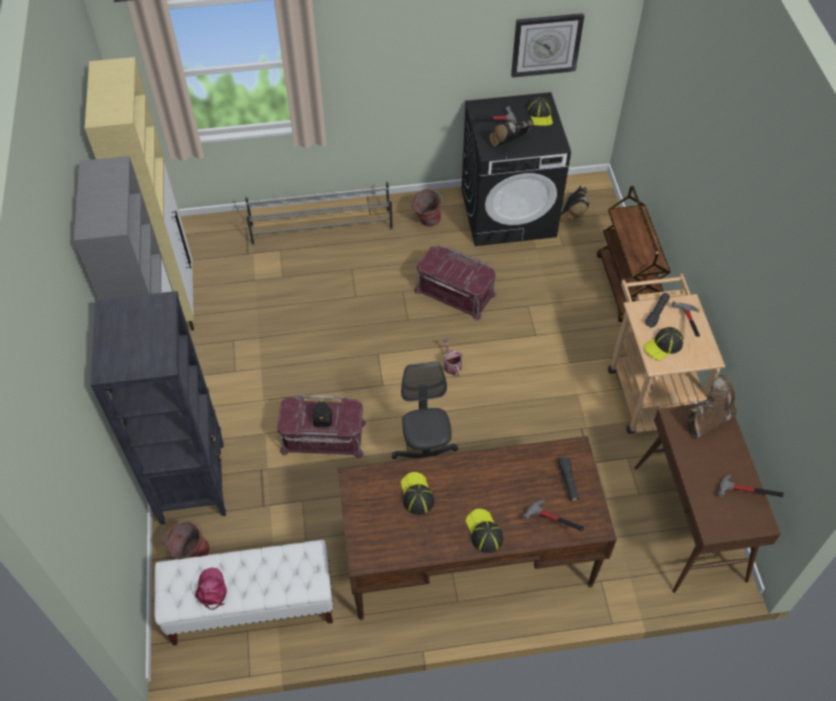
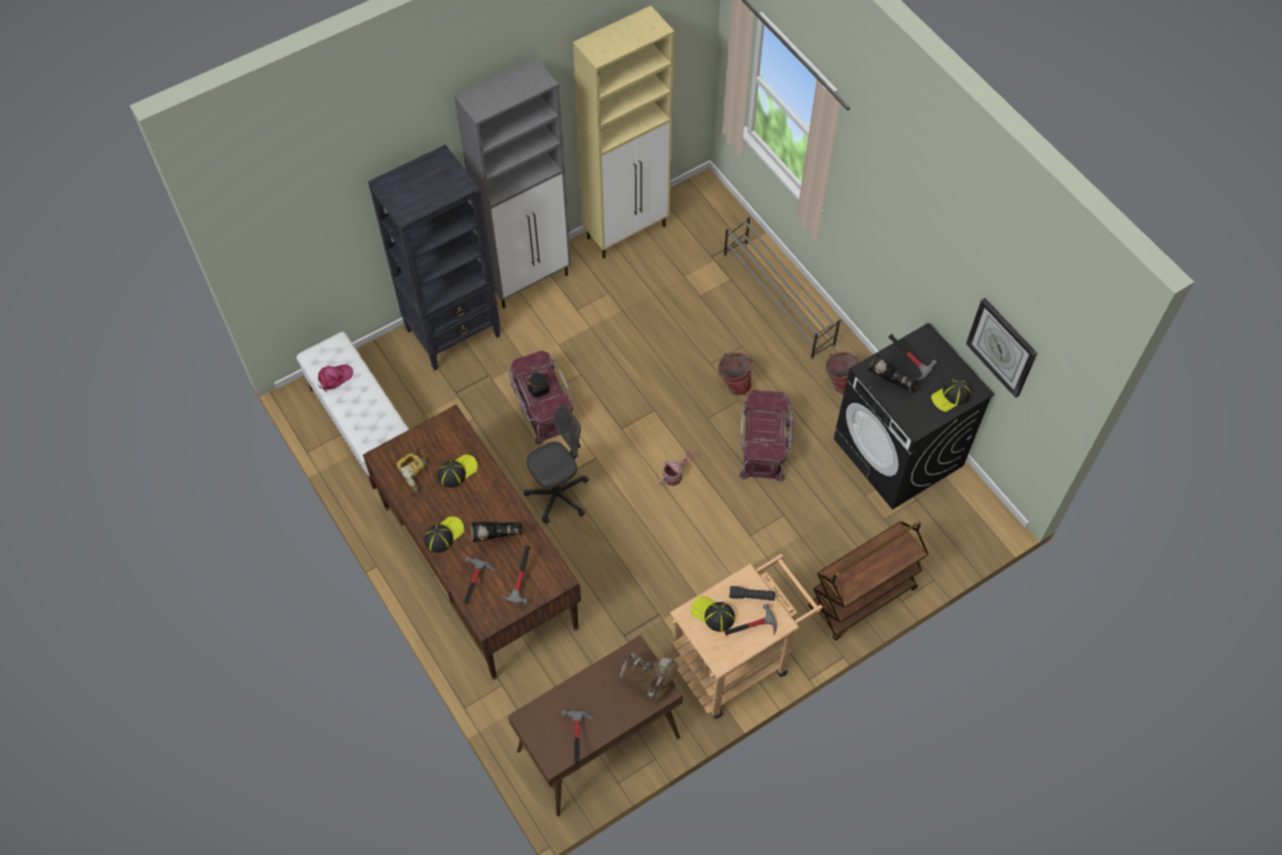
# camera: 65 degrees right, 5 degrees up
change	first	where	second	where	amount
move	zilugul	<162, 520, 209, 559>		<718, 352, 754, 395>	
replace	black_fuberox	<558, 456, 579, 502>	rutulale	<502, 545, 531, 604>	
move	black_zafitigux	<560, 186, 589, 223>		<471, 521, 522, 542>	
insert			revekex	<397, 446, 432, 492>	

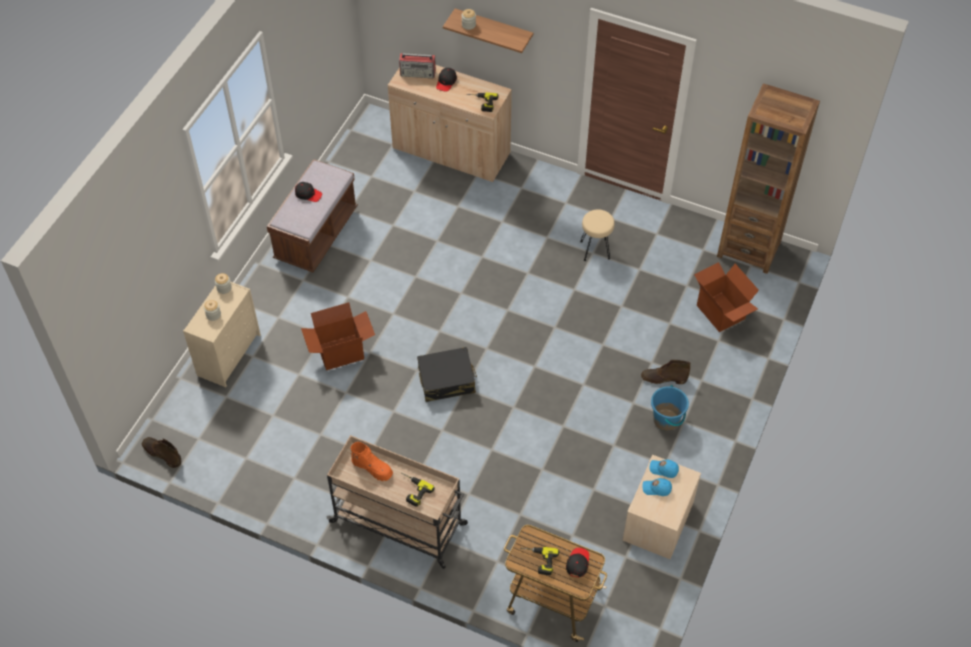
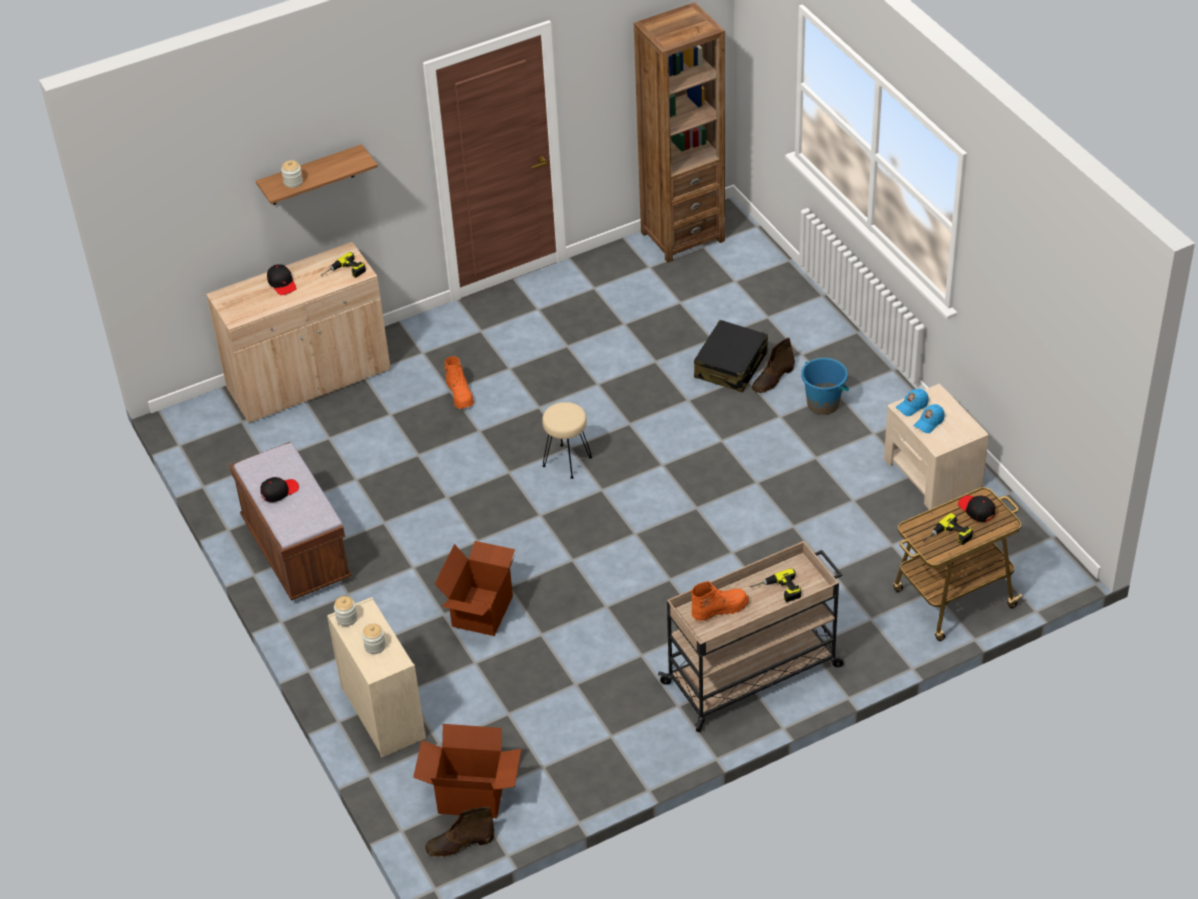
# camera: 50 degrees left, 10 degrees down
change	first	where	second	where	amount
delete	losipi	<399, 53, 436, 78>			
move	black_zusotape	<417, 347, 477, 402>		<694, 320, 768, 392>	
move	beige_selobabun	<580, 210, 615, 261>		<542, 402, 592, 479>	
move	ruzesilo	<694, 262, 759, 332>		<413, 724, 521, 818>	
insert			orange_zafitigux	<444, 356, 474, 409>	

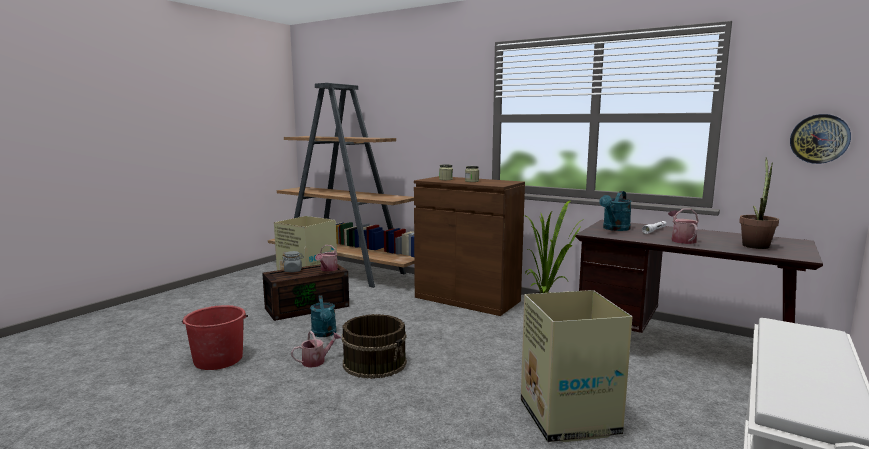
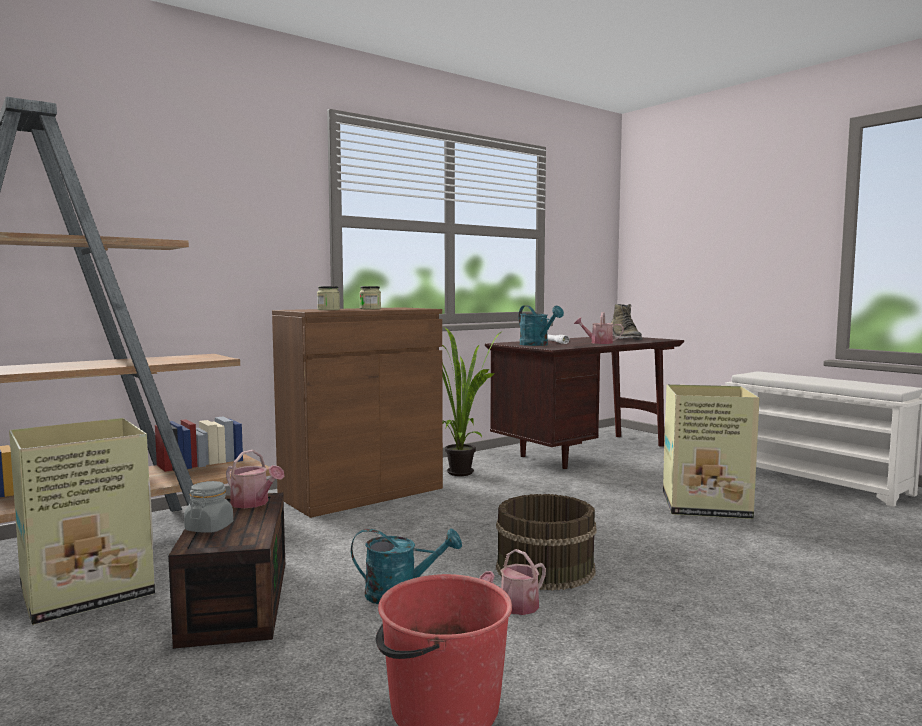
# camera: 70 degrees left, 5 degrees down
change	first	where	second	where	amount
rotate	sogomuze	<291, 331, 341, 368>		<479, 549, 546, 615>	120 degrees counterclockwise
replace	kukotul	<739, 157, 779, 249>	green_zafitigux	<611, 304, 642, 340>	
delete	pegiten	<790, 114, 851, 164>			

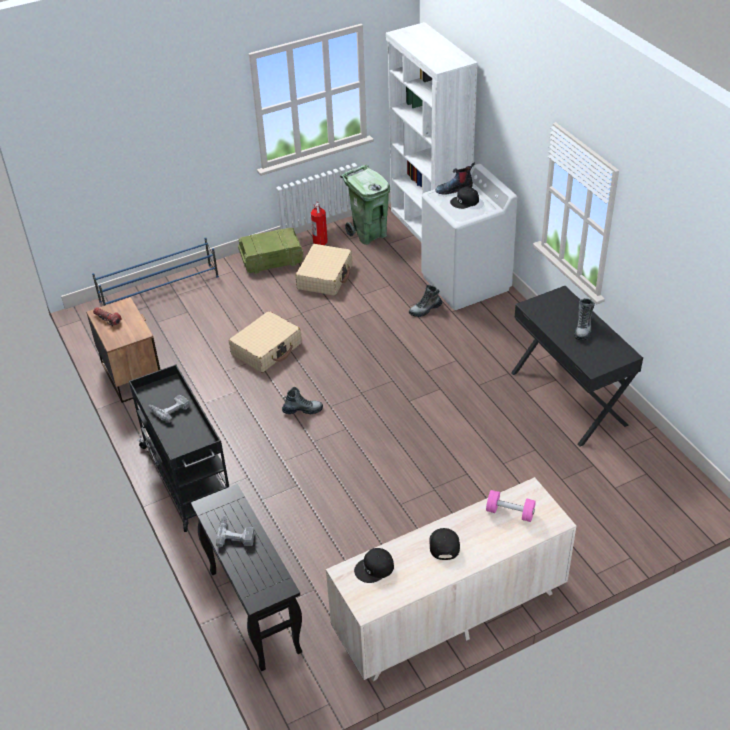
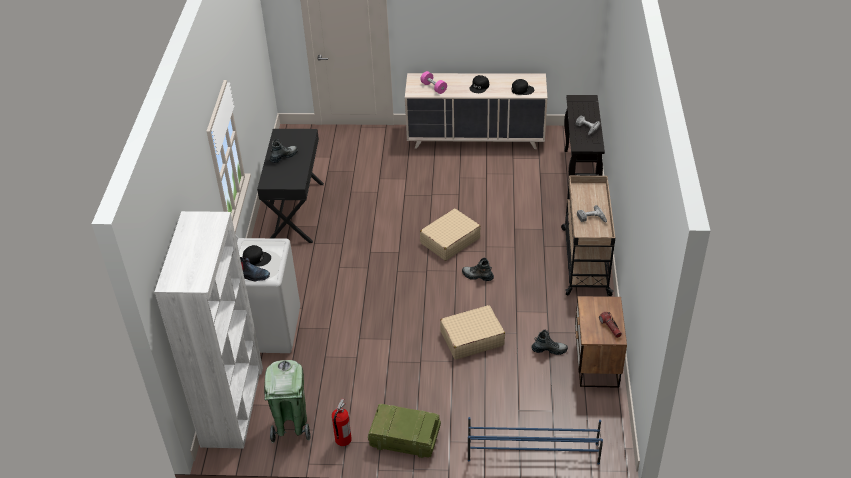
# camera: 150 degrees left, 0 degrees up
change	first	where	second	where	amount
recolor	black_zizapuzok	<129, 365, 229, 532>	beige_zizapuzok	<561, 174, 615, 296>	
move	beige_zusotape	<295, 244, 352, 296>		<420, 209, 481, 261>	
move	zafitigux	<409, 285, 442, 317>		<531, 330, 568, 355>	

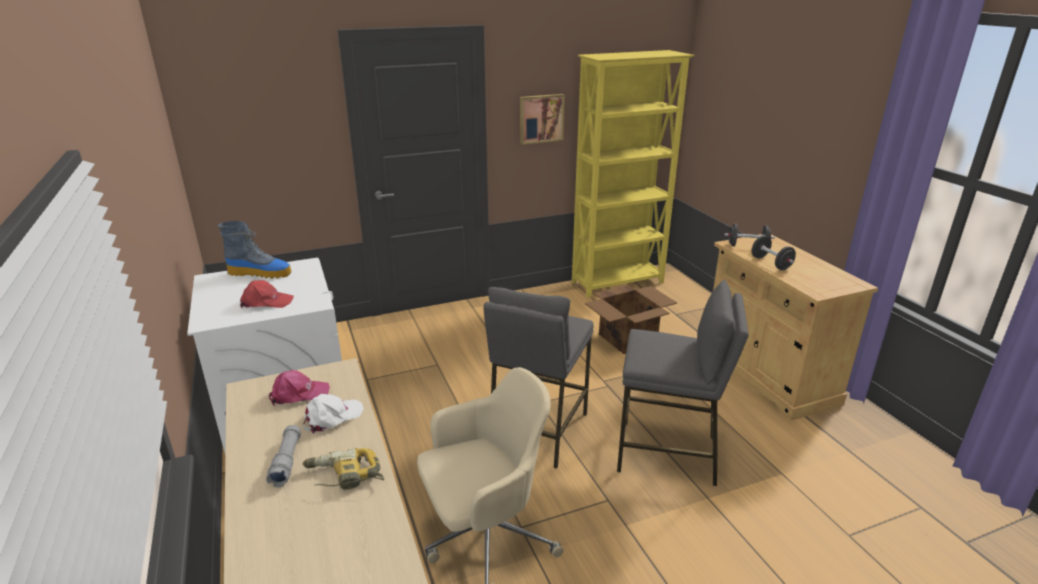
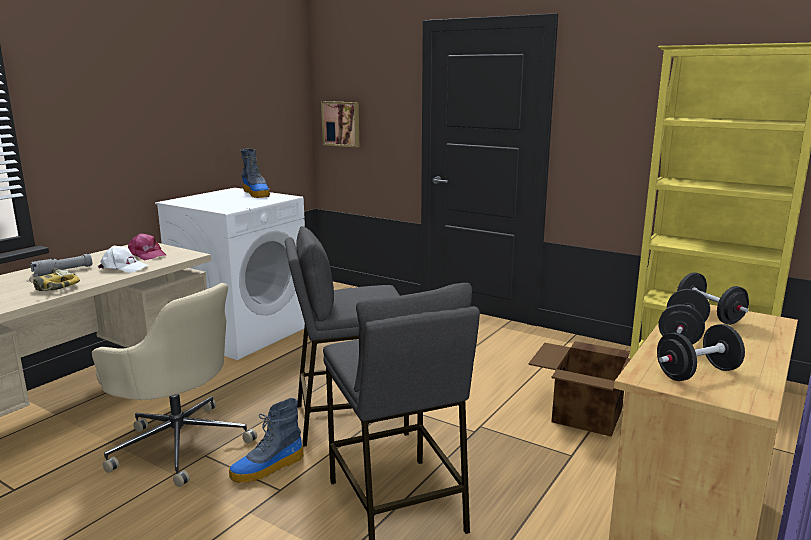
# camera: 55 degrees right, 10 degrees down
change	first	where	second	where	amount
delete	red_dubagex	<240, 280, 294, 308>			
move	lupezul	<520, 94, 565, 145>		<321, 101, 359, 148>	
insert			zafitigux	<229, 398, 304, 483>	
insert			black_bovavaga	<657, 324, 745, 381>	

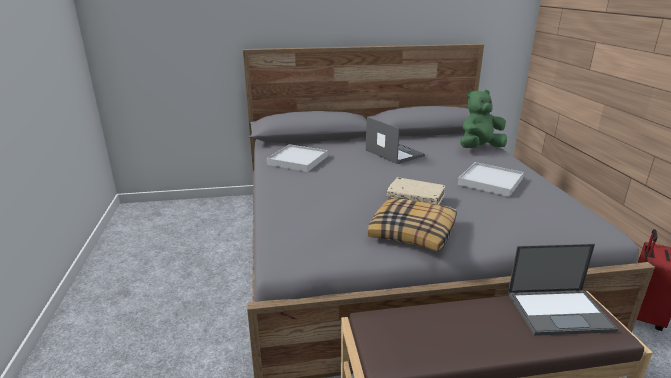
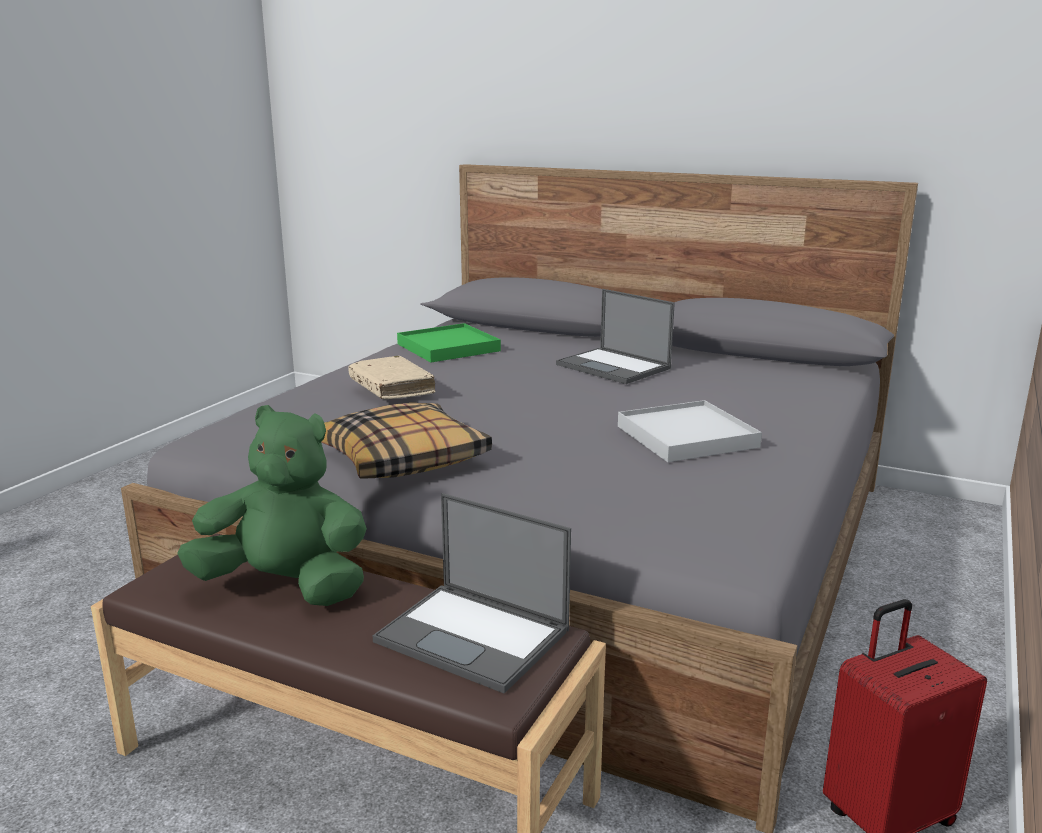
# camera: 35 degrees right, 5 degrees down
change	first	where	second	where	amount
recolor	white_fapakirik	<267, 144, 328, 172>	green_fapakirik	<397, 323, 501, 362>	
rotate	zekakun	<366, 117, 425, 164>		<556, 289, 675, 384>	135 degrees clockwise
move	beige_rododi	<387, 177, 446, 205>		<348, 356, 435, 399>	
move	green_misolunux	<460, 90, 507, 148>		<177, 405, 367, 606>	

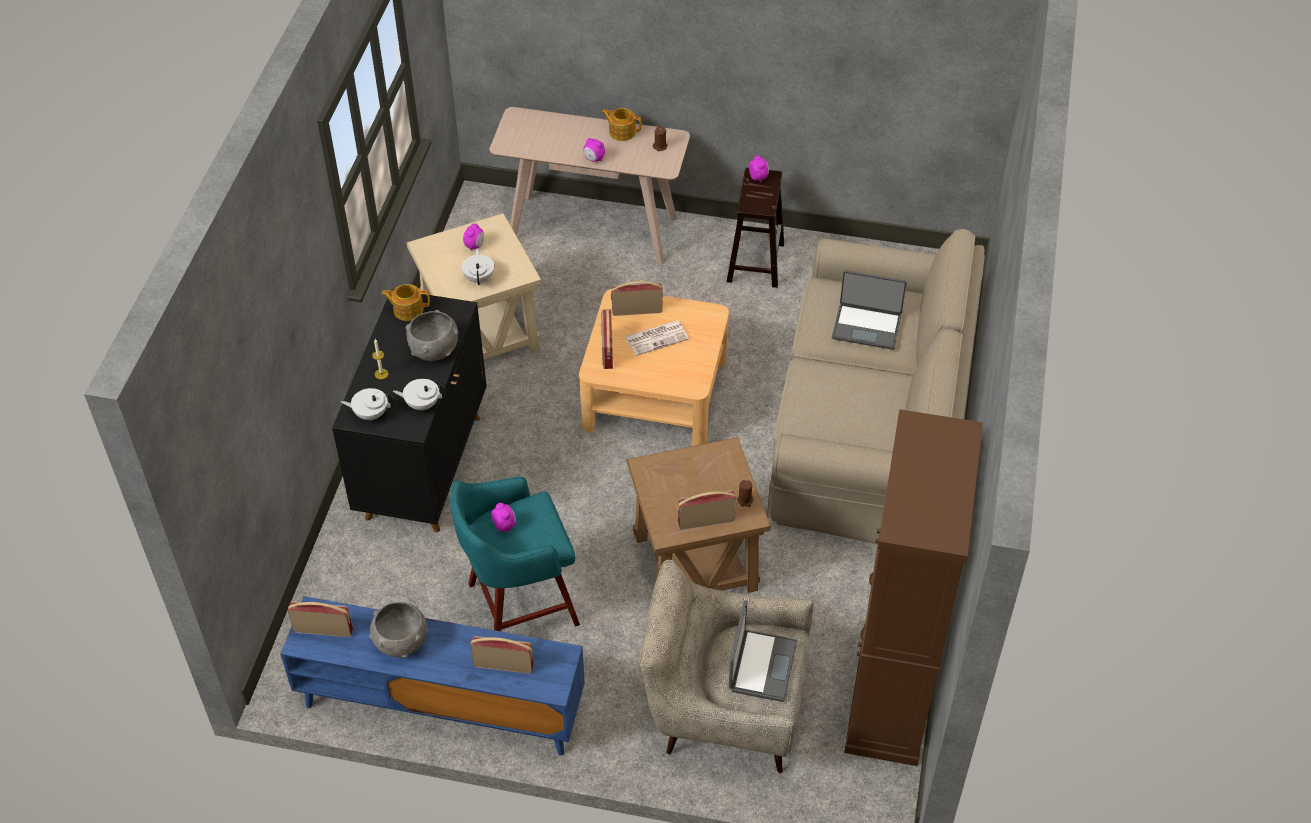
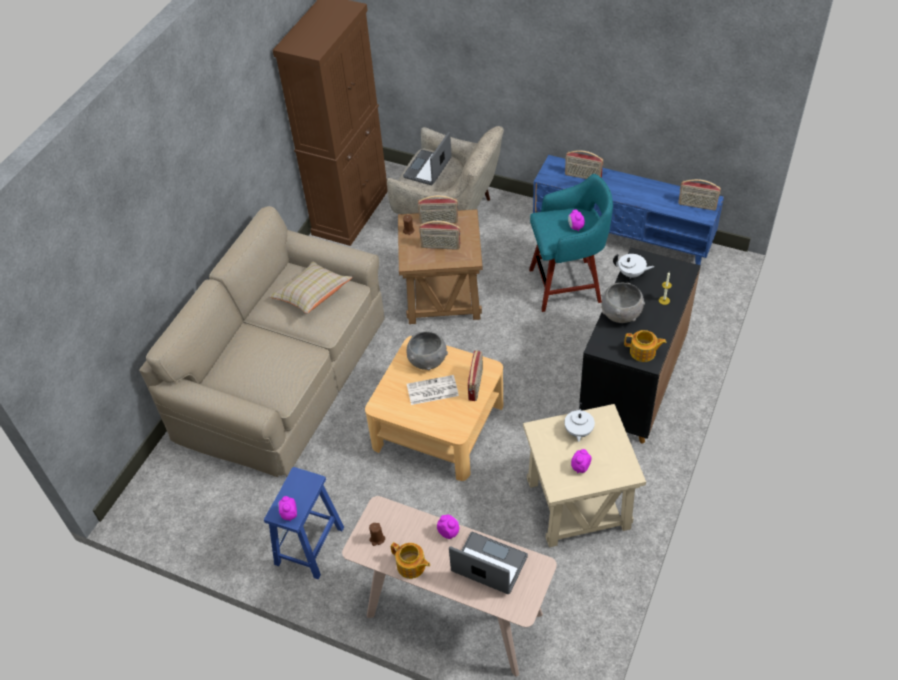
# camera: 165 degrees left, 0 degrees up
change	first	where	second	where	amount
delete	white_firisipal	<341, 388, 395, 421>			
move	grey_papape	<369, 602, 428, 658>		<407, 331, 448, 370>	
move	losipi	<611, 281, 663, 316>		<419, 221, 460, 250>	
recolor	brown_selobabun	<727, 168, 784, 288>	blue_selobabun	<264, 467, 344, 580>	
move	zekakun	<832, 270, 907, 350>		<449, 532, 528, 594>	
insert			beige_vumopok	<269, 261, 352, 314>	

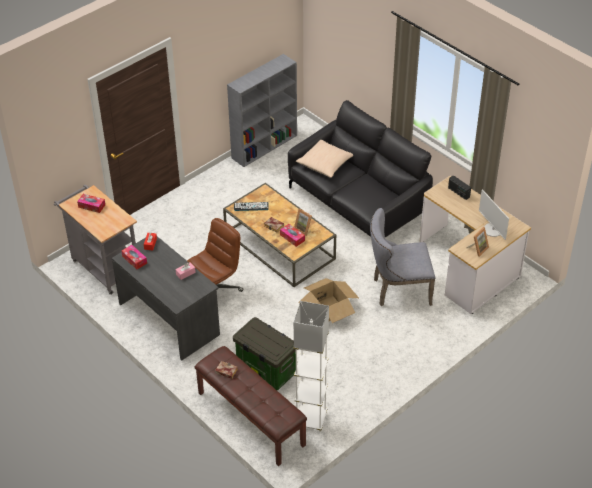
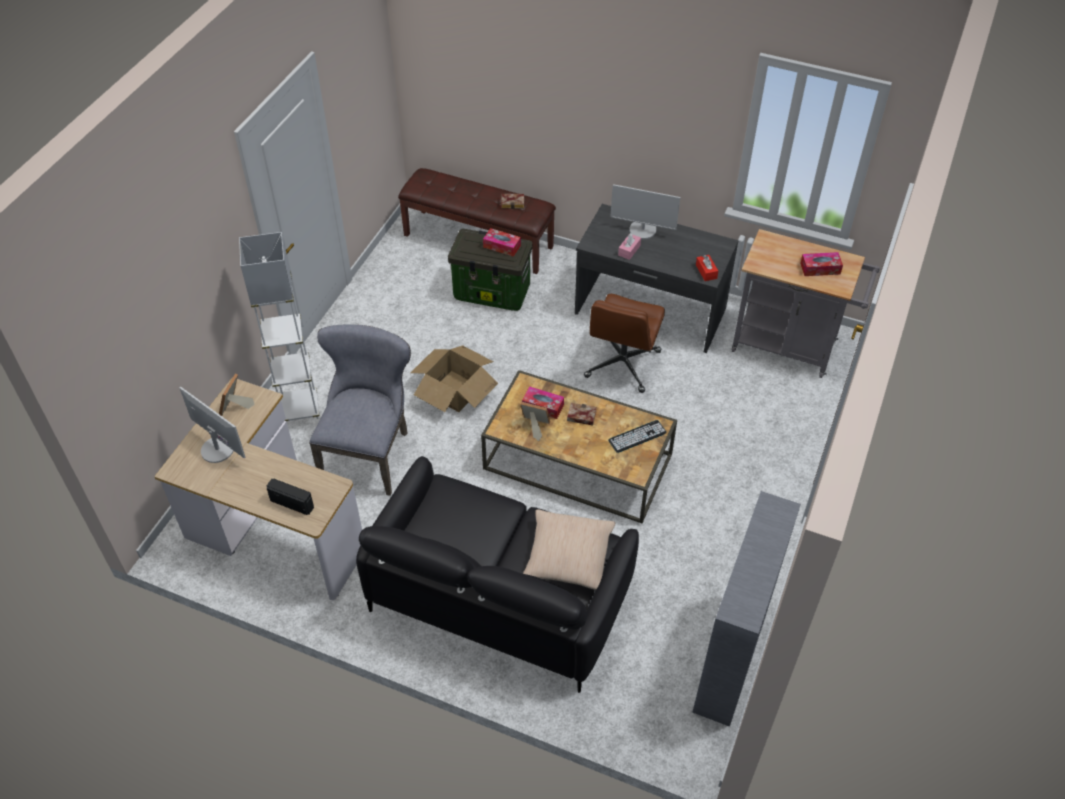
# camera: 155 degrees right, 5 degrees up
change	first	where	second	where	amount
move	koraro	<121, 245, 147, 269>		<483, 228, 521, 257>	
move	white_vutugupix	<294, 301, 329, 432>		<239, 232, 319, 421>	
rotate	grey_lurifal	<370, 208, 435, 306>		<309, 325, 411, 496>	45 degrees counterclockwise
insert			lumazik	<610, 184, 680, 239>	

